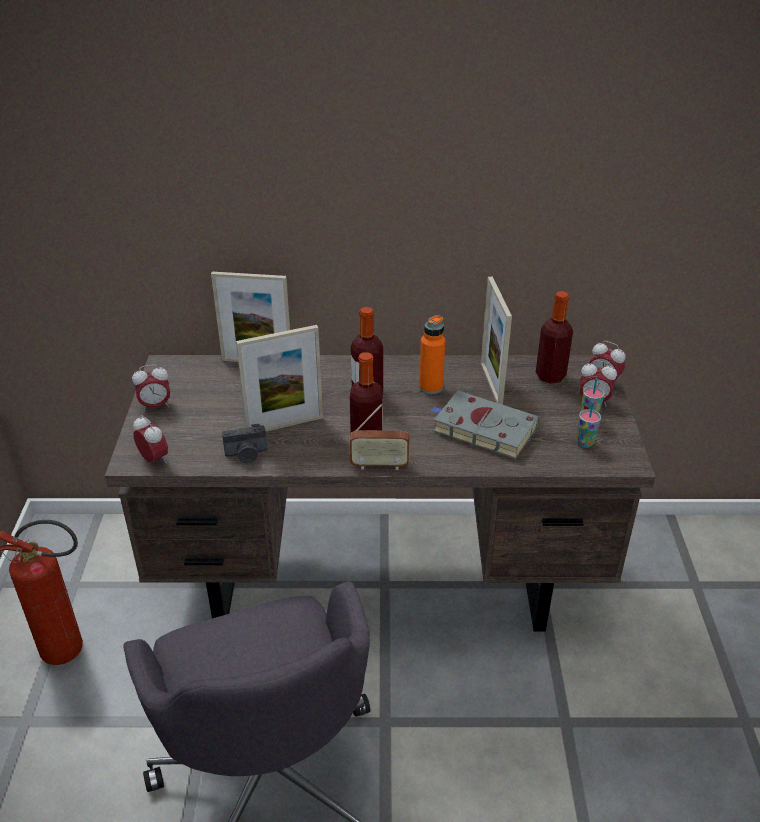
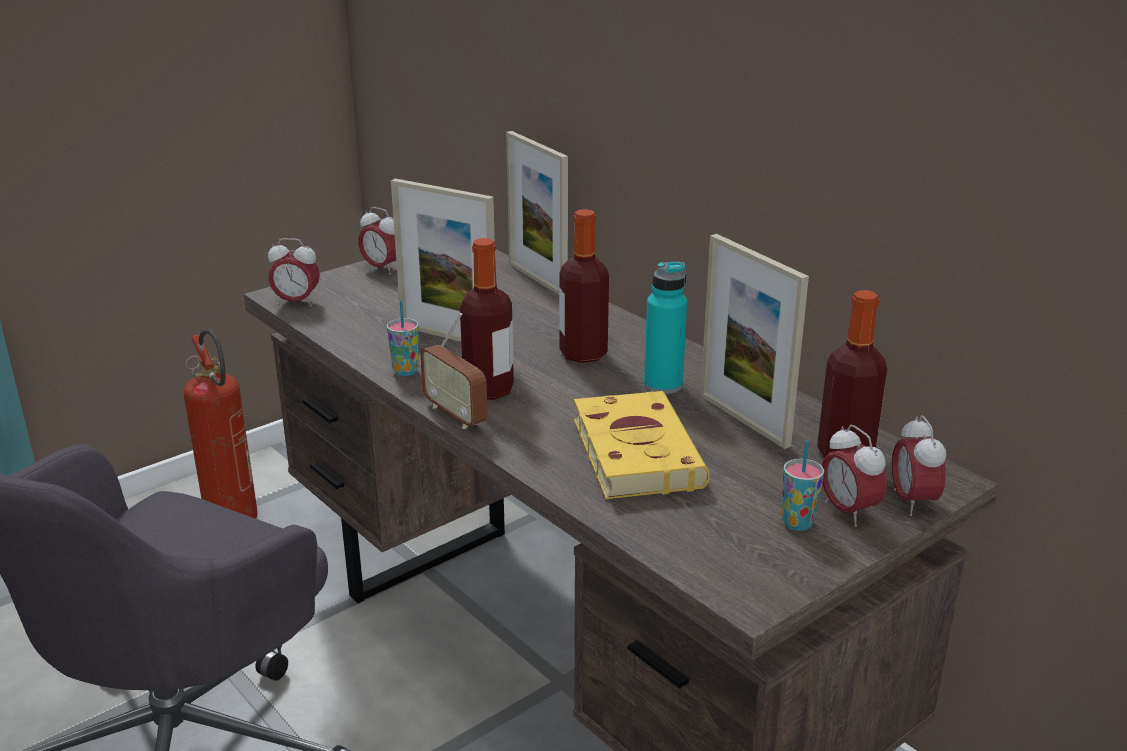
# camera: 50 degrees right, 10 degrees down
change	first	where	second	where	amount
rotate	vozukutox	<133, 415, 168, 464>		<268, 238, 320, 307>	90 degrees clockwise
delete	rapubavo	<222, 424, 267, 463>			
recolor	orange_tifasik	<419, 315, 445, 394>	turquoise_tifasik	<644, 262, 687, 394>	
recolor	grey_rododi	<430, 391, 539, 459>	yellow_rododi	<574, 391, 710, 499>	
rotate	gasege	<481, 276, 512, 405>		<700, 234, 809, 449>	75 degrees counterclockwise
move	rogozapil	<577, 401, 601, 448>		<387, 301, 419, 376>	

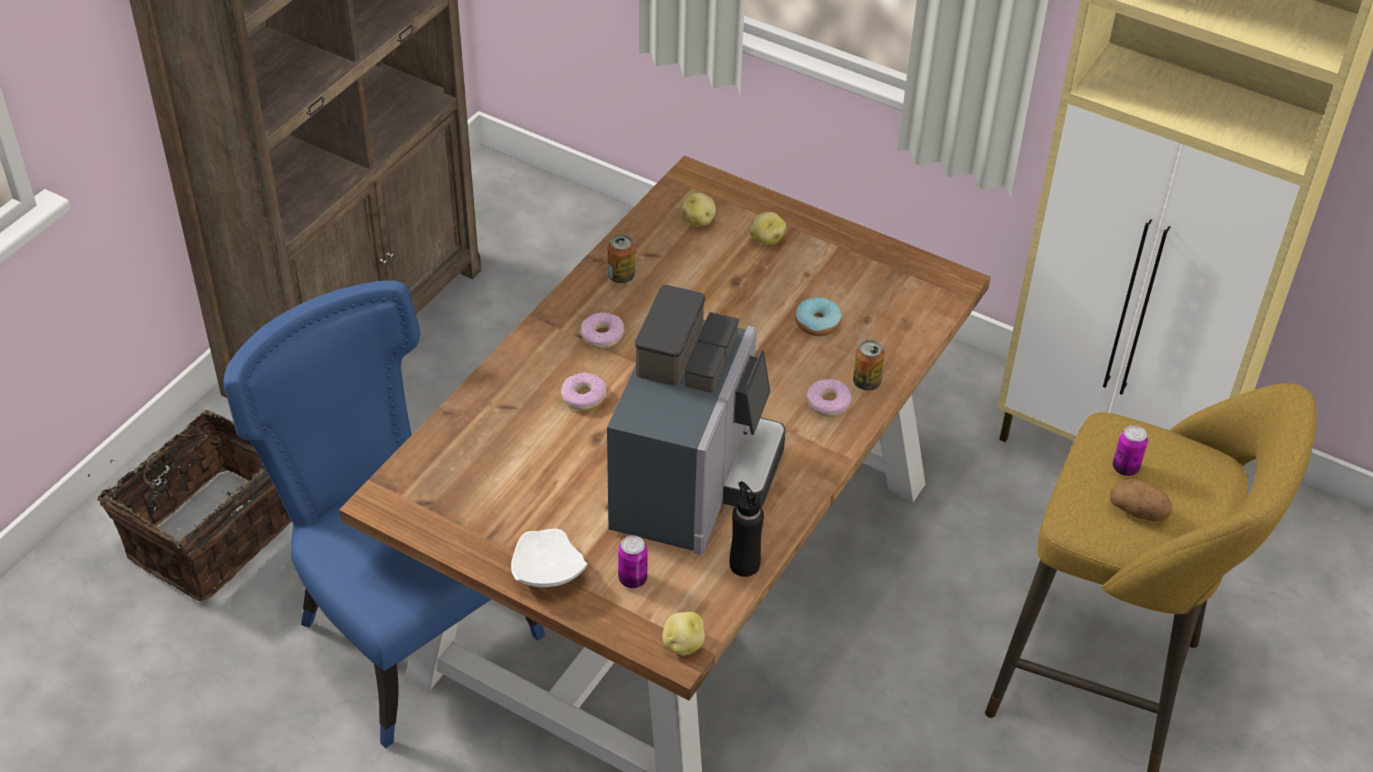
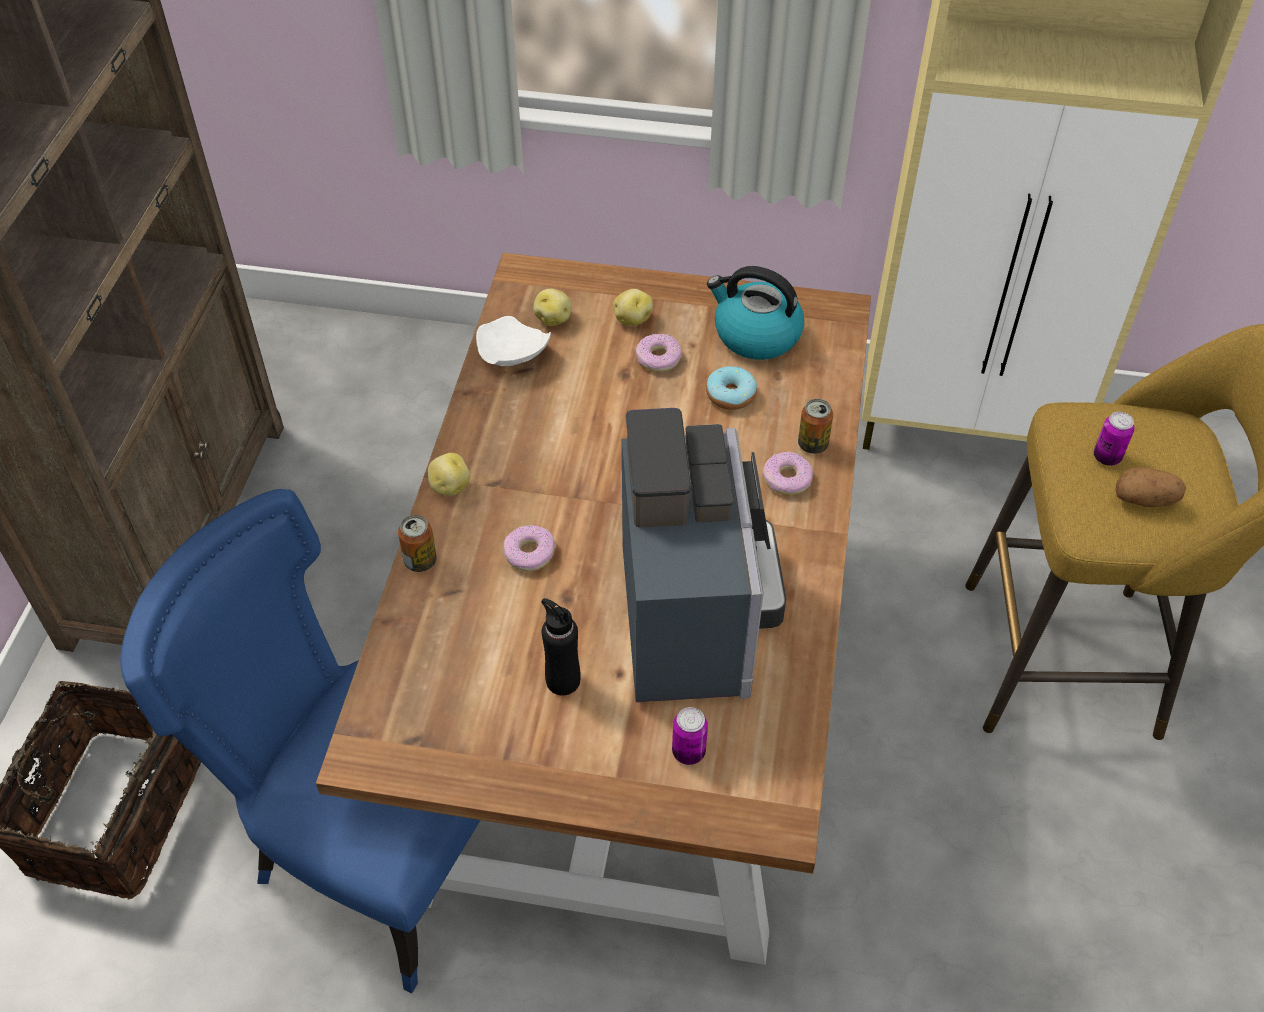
# camera: 20 degrees left, 5 degrees up
change	first	where	second	where	amount
move	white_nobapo	<511, 529, 588, 587>		<476, 316, 551, 366>	
move	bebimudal	<580, 312, 625, 349>		<636, 334, 682, 372>	
move	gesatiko	<608, 234, 635, 283>		<398, 515, 437, 572>	
move	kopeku	<662, 611, 705, 655>		<428, 453, 470, 496>	
move	black_tifasik	<730, 481, 764, 577>		<541, 598, 581, 695>	
insert			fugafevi	<707, 266, 804, 360>	

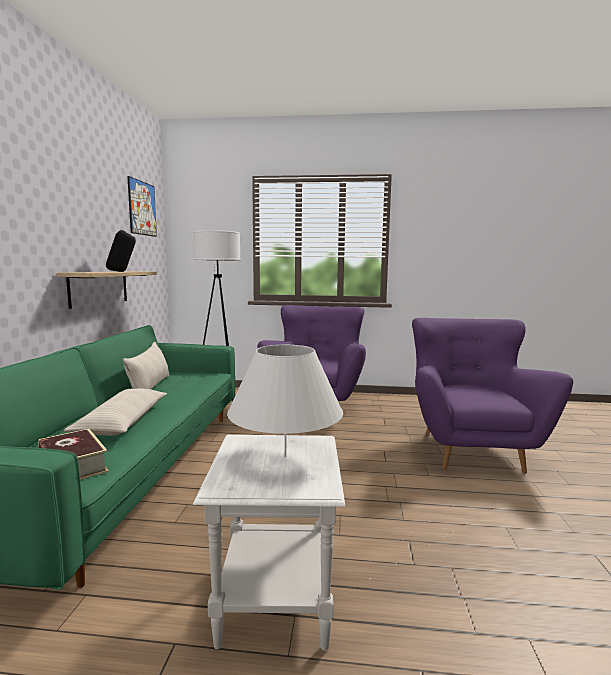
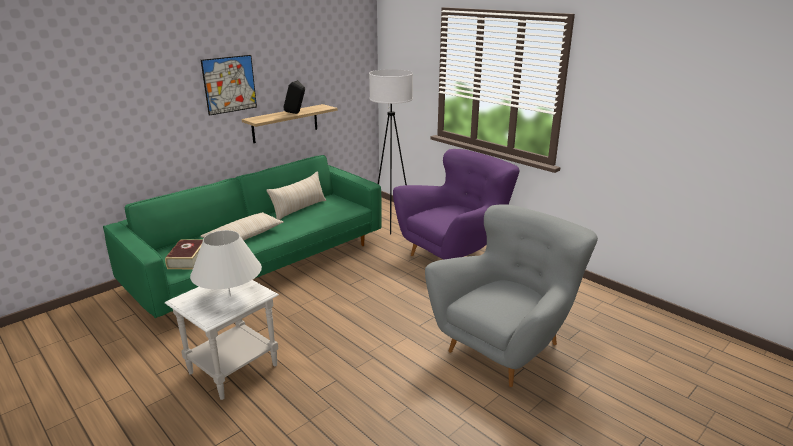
# camera: 40 degrees right, 15 degrees up
change	first	where	second	where	amount
move	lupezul	<127, 176, 157, 237>		<201, 55, 257, 116>	
recolor	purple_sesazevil	<412, 318, 573, 473>	grey_sesazevil	<425, 204, 598, 387>	

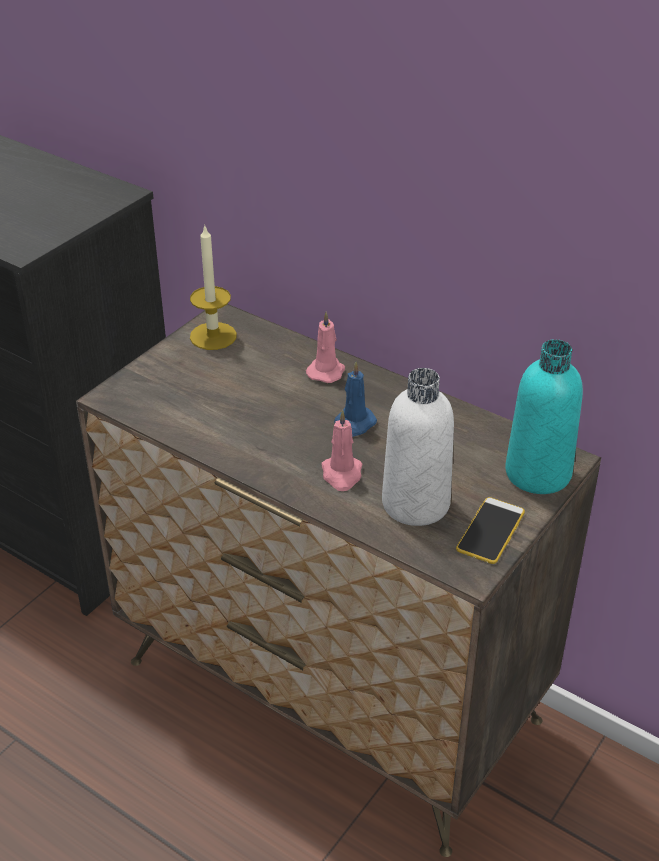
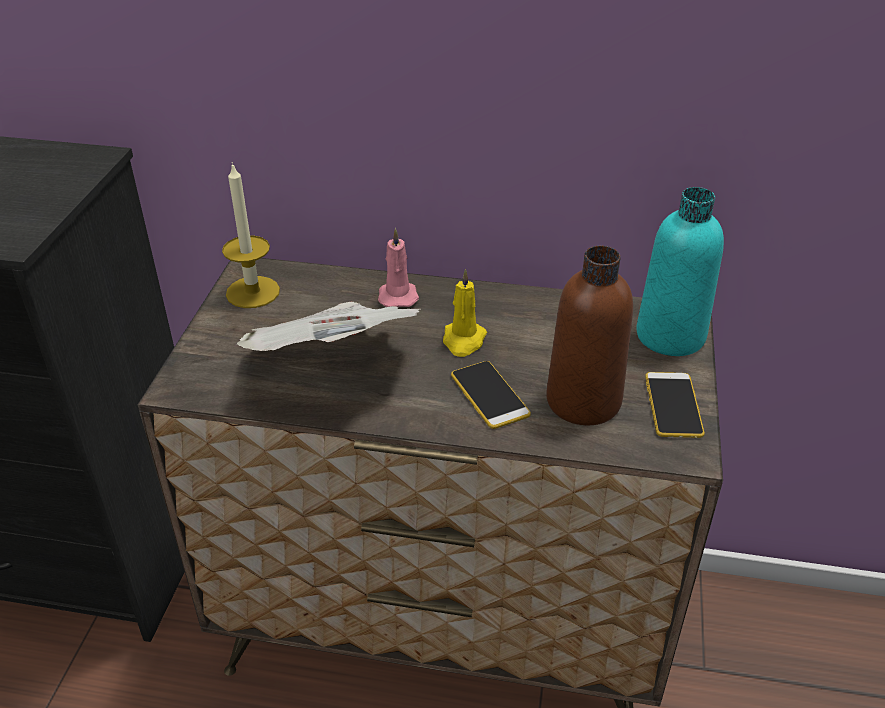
# camera: 25 degrees left, 0 degrees up
change	first	where	second	where	amount
replace	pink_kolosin	<321, 410, 362, 491>	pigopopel	<451, 361, 531, 429>	
recolor	blue_kolosin	<334, 362, 377, 437>	yellow_kolosin	<443, 269, 487, 357>	
recolor	white_tifasik	<382, 368, 454, 526>	brown_tifasik	<546, 246, 633, 425>	
insert			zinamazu	<237, 302, 420, 351>	

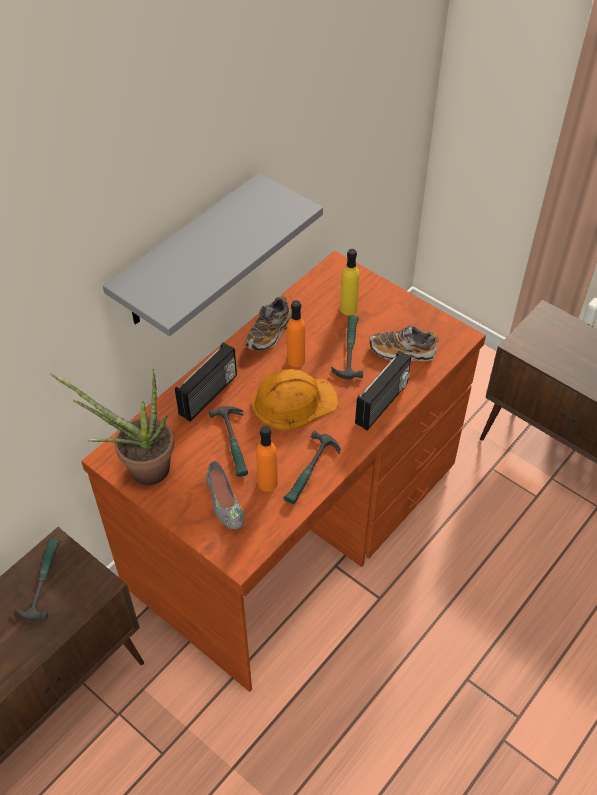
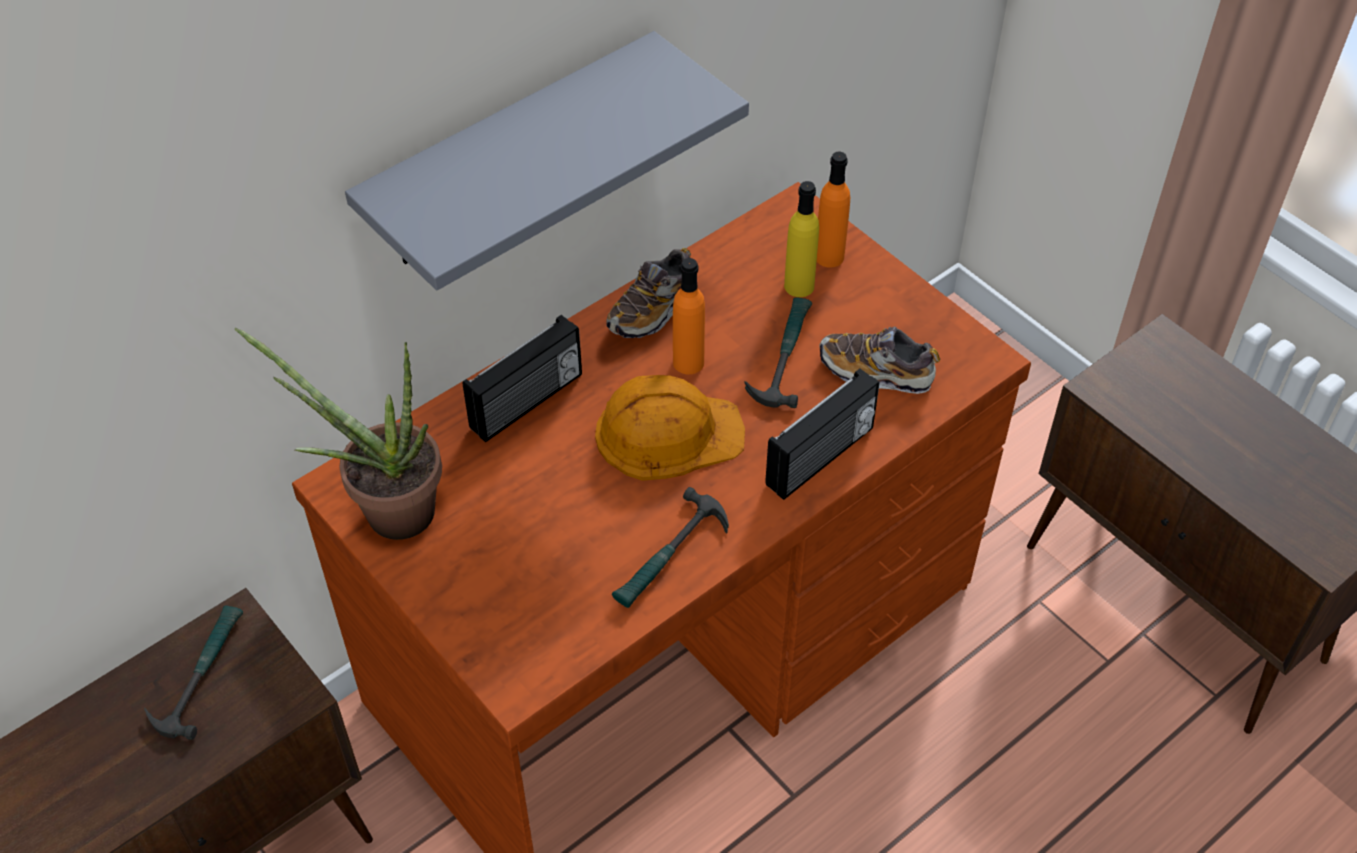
# camera: 10 degrees right, 0 degrees up
change	first	where	second	where	amount
delete	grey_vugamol	<206, 461, 245, 529>			
delete	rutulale	<209, 406, 248, 477>			
move	orange_tifasik	<256, 426, 278, 492>		<817, 152, 850, 268>	

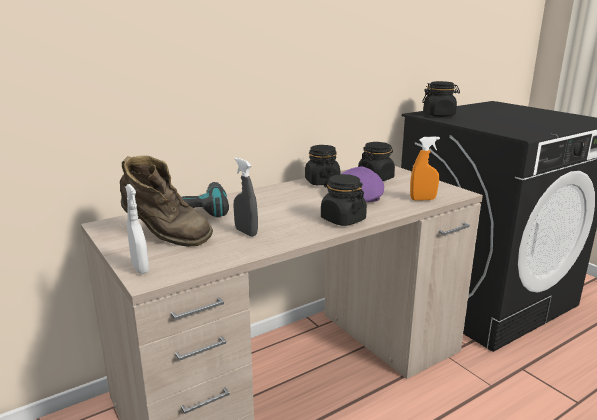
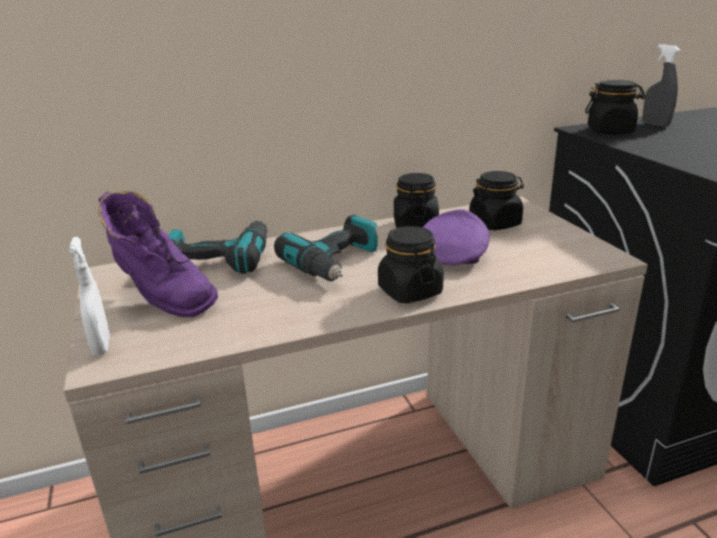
# camera: 15 degrees right, 5 degrees up
change	first	where	second	where	amount
recolor	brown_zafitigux	<120, 156, 213, 247>	purple_zafitigux	<98, 191, 218, 317>	
move	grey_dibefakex	<233, 158, 258, 237>		<642, 44, 681, 127>	
delete	orange_dibefakex	<410, 136, 440, 200>			
insert			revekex	<274, 215, 378, 281>	

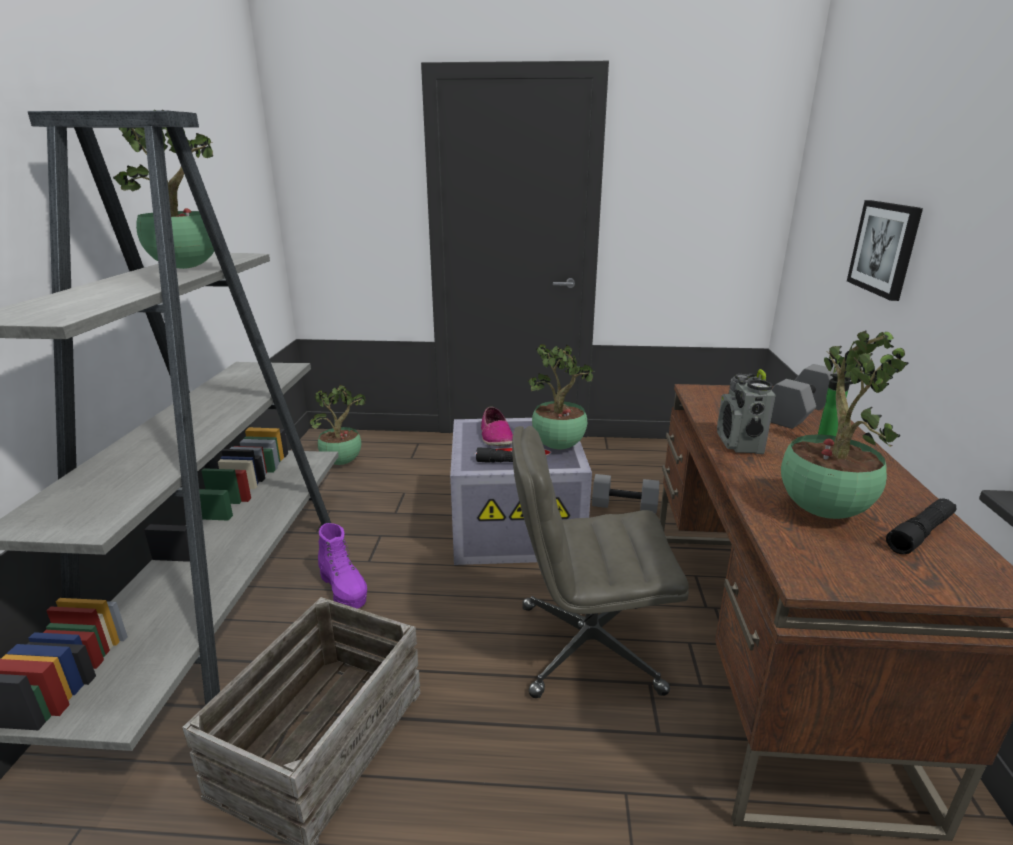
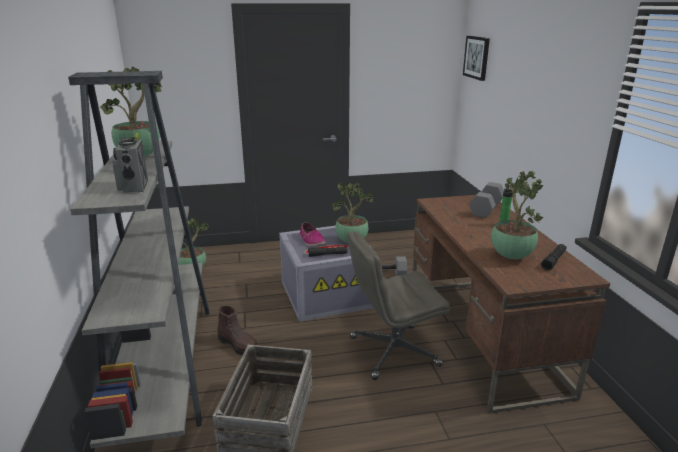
# camera: 15 degrees left, 0 degrees up
change	first	where	second	where	amount
recolor	purple_zafitigux	<318, 523, 367, 609>	brown_zafitigux	<217, 306, 257, 355>	
move	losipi	<717, 369, 776, 454>		<112, 133, 148, 192>	
move	lupezul	<847, 200, 923, 301>		<463, 36, 490, 81>	

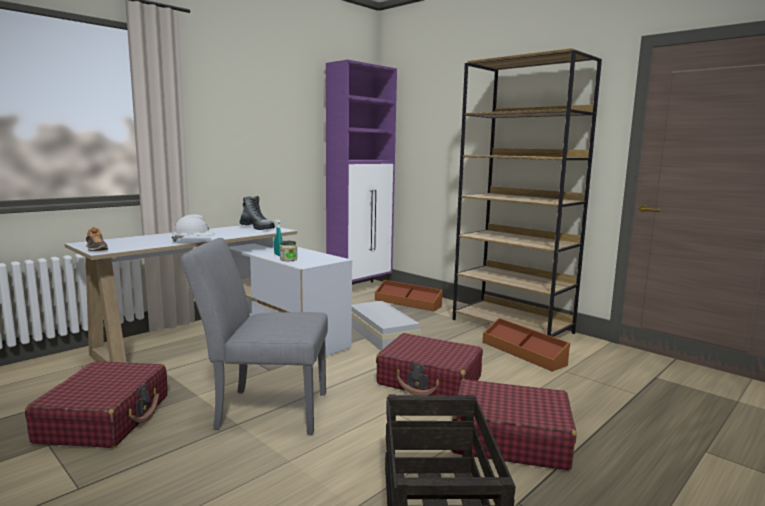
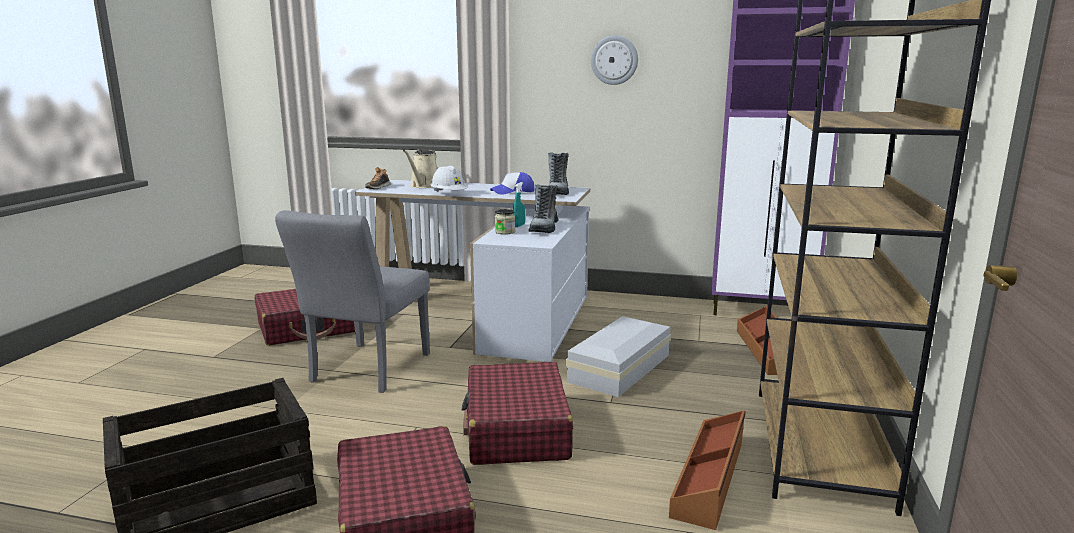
# camera: 60 degrees right, 5 degrees up
change	first	where	second	where	amount
rotate	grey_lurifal	<181, 238, 328, 435>		<275, 211, 430, 393>	135 degrees counterclockwise
insert			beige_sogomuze	<403, 149, 438, 188>	
insert			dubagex	<490, 172, 535, 195>	
insert			zafitigux	<528, 185, 559, 233>	
insert			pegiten	<591, 35, 638, 85>	

